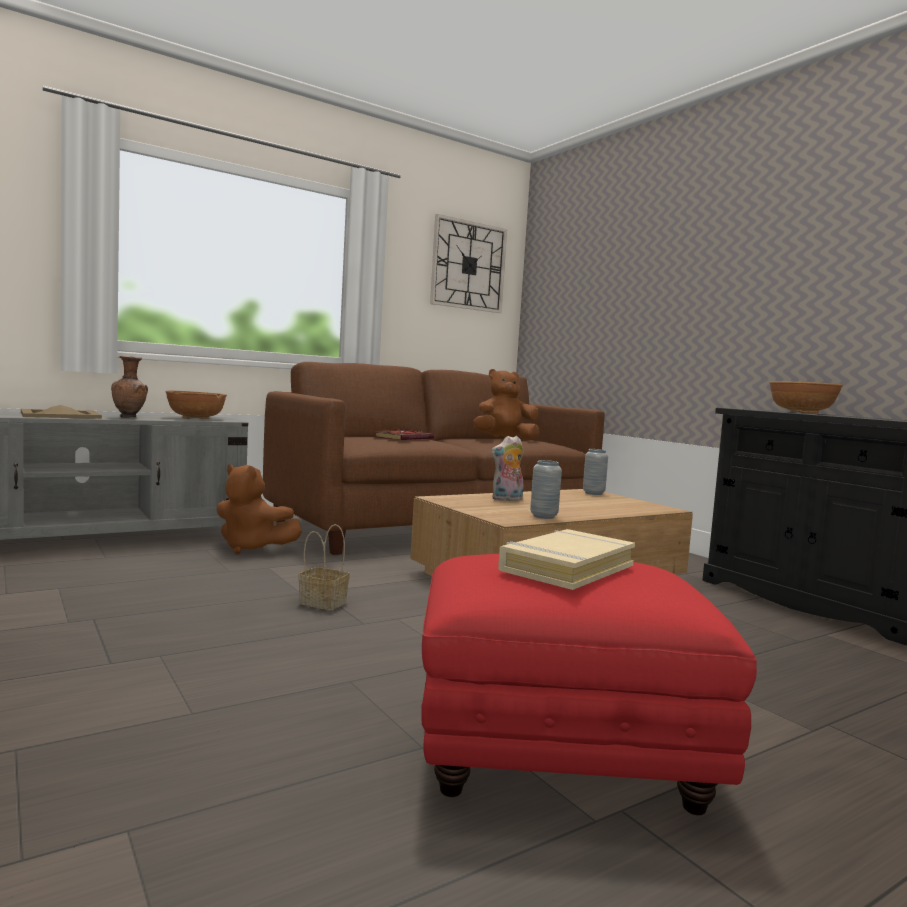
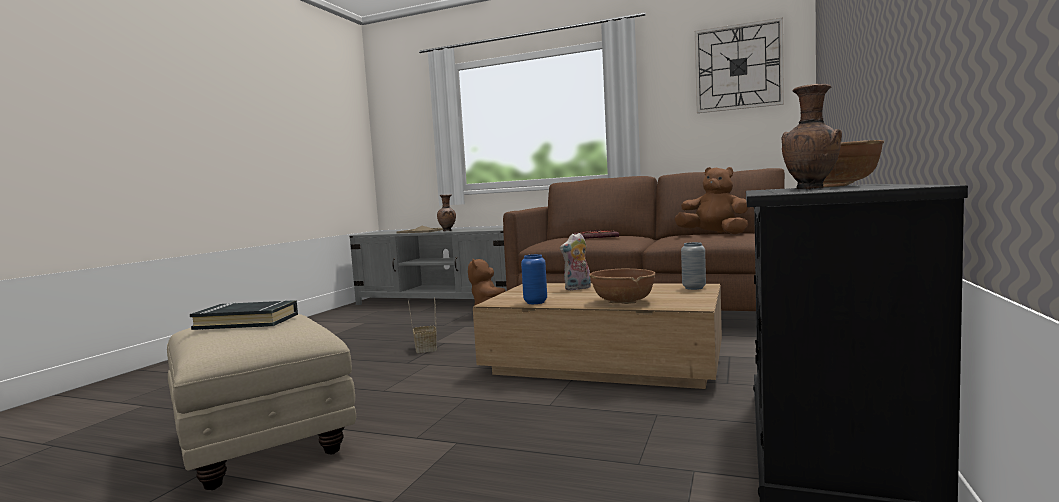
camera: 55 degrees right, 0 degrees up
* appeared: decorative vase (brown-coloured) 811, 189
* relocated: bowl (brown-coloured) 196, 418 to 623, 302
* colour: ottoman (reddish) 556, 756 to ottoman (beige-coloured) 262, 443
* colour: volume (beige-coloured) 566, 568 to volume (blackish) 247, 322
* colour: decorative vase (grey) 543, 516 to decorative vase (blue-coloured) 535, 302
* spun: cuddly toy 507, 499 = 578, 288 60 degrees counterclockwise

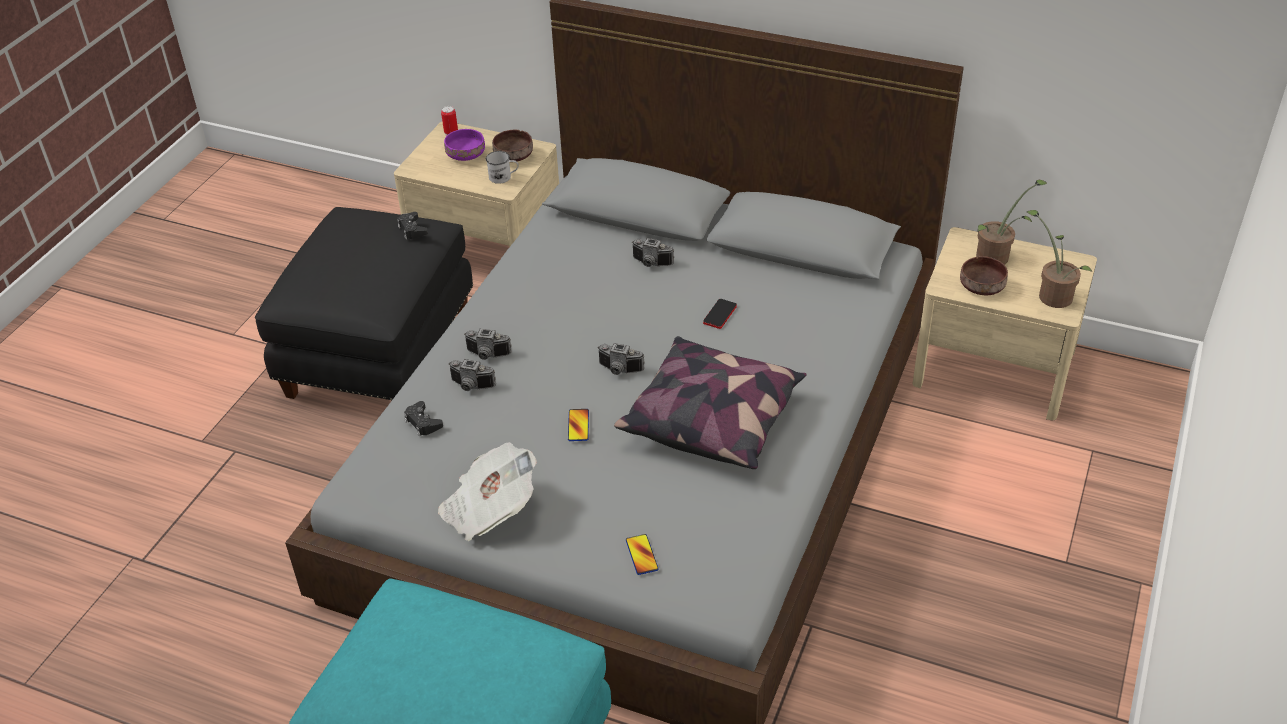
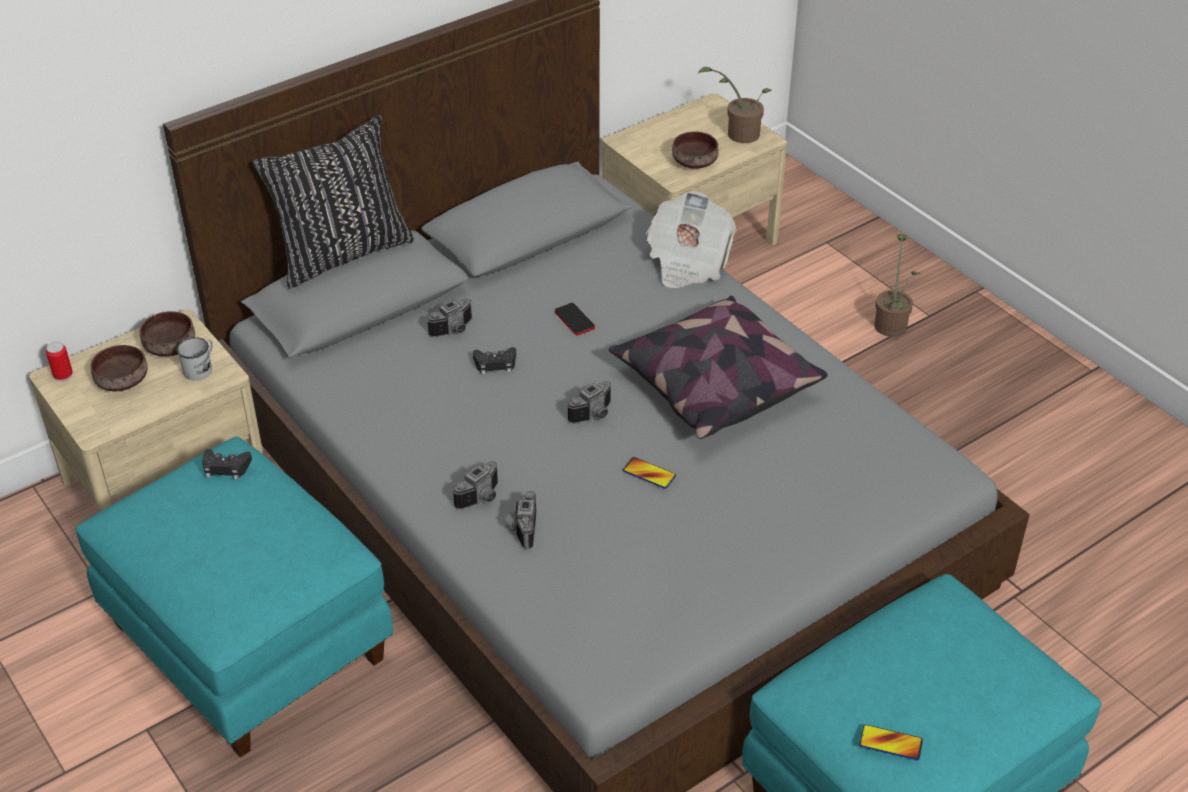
camera: 60 degrees left, 0 degrees up
* appeared: pillow (blackish) 342, 253
* relocated: gamepad (blackish) 422, 422 to 495, 364
* relocated: newspaper 489, 509 to 688, 261
* relocated: handset 642, 555 to 890, 743
* relocated: plant in a pot 997, 256 to 892, 323
* colour: ottoman (blackish) 381, 353 to ottoman (turquoise-coloured) 251, 641
* colour: bowl (purplish) 466, 154 to bowl (brown-coloured) 122, 379
* spun: still camera 471, 386 = 520, 528 135 degrees clockwise

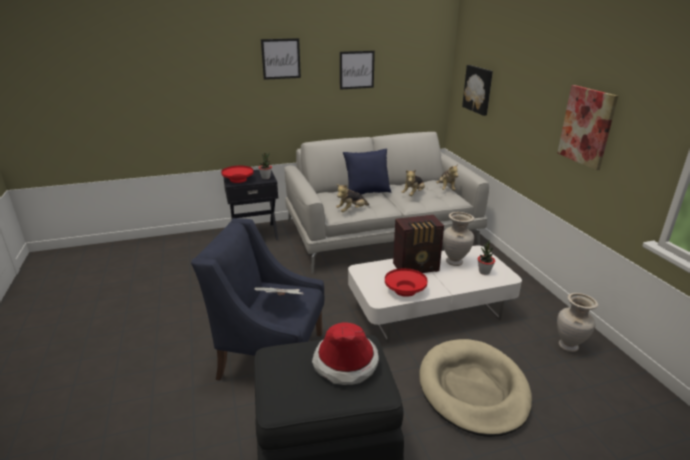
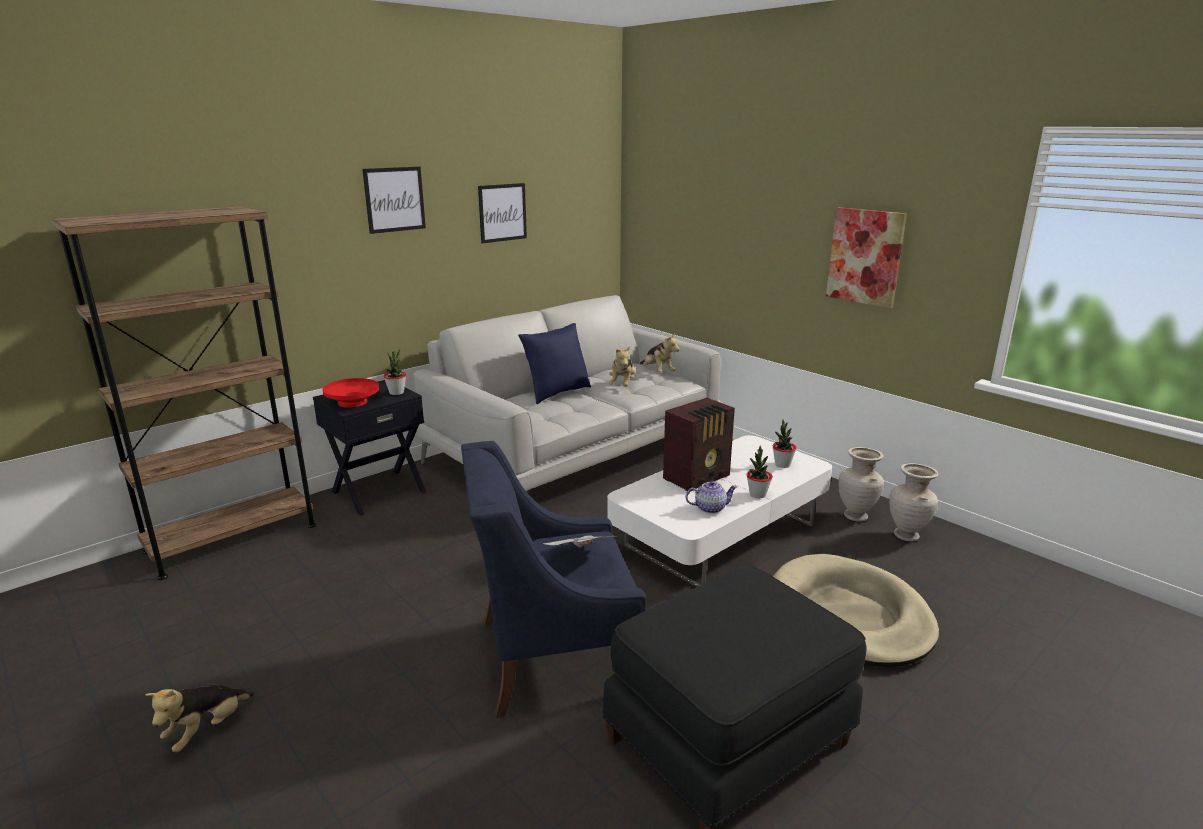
camera: 25 degrees left, 5 degrees down
* missing: clothing hat 345, 363
* missing: picture 478, 89
* appeared: shelving unit (brown-coloured) 232, 538
* appeared: plant in a pot 757, 494
* relocated: cuddly toy 351, 211 to 207, 730
* relocated: decorative vase (beige-coloured) 455, 262 to 856, 516
* exchanged: bowl (reddish) 405, 290 to pot for tea 710, 508

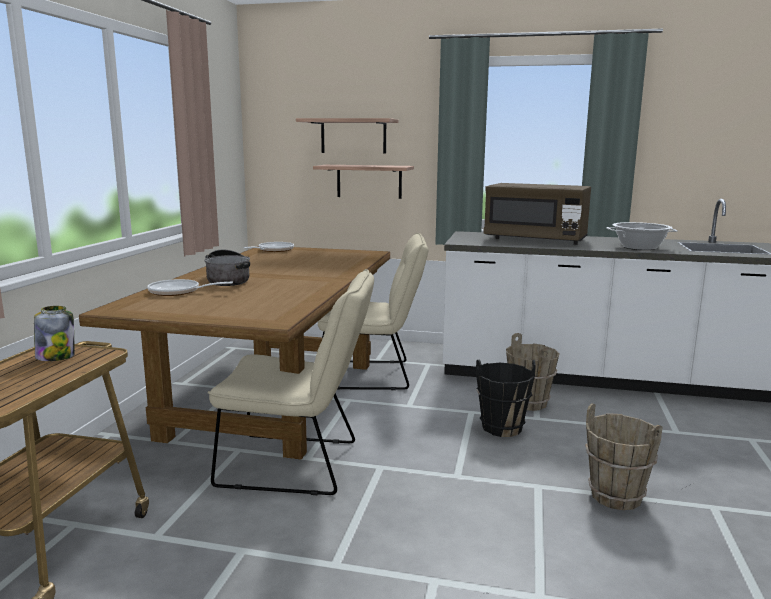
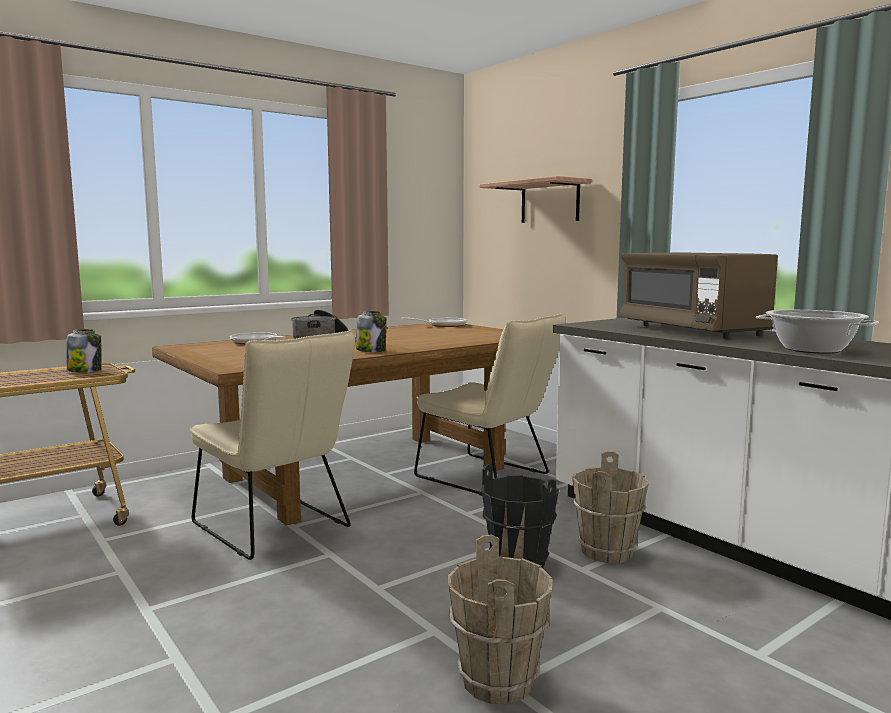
camera: 40 degrees right, 5 degrees down
* missing: wall shelf 369, 181
* appeared: storage jar 371, 350

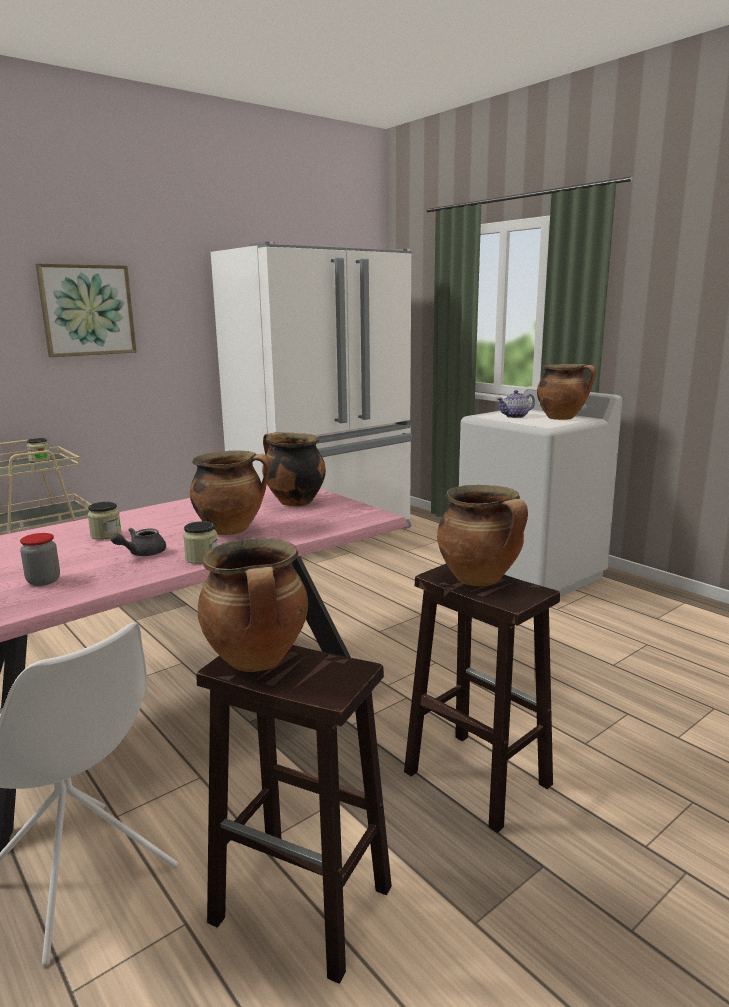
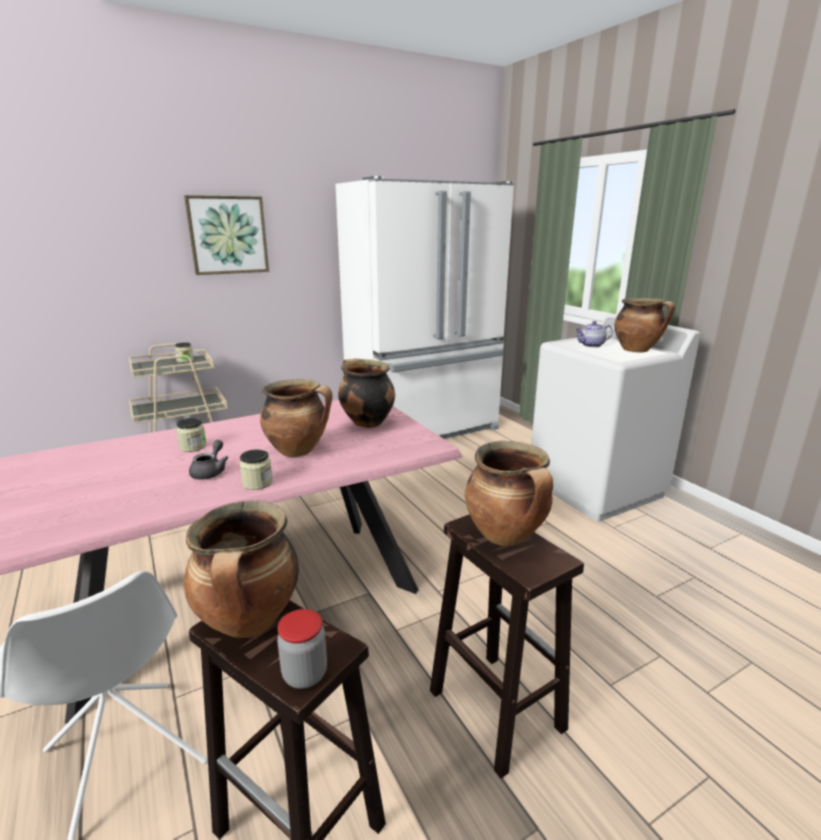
camera: 10 degrees right, 5 degrees up
* relocated: storage jar 43, 581 to 305, 674
* spun: pot for tea (grey) 142, 553 = 210, 471 135 degrees clockwise

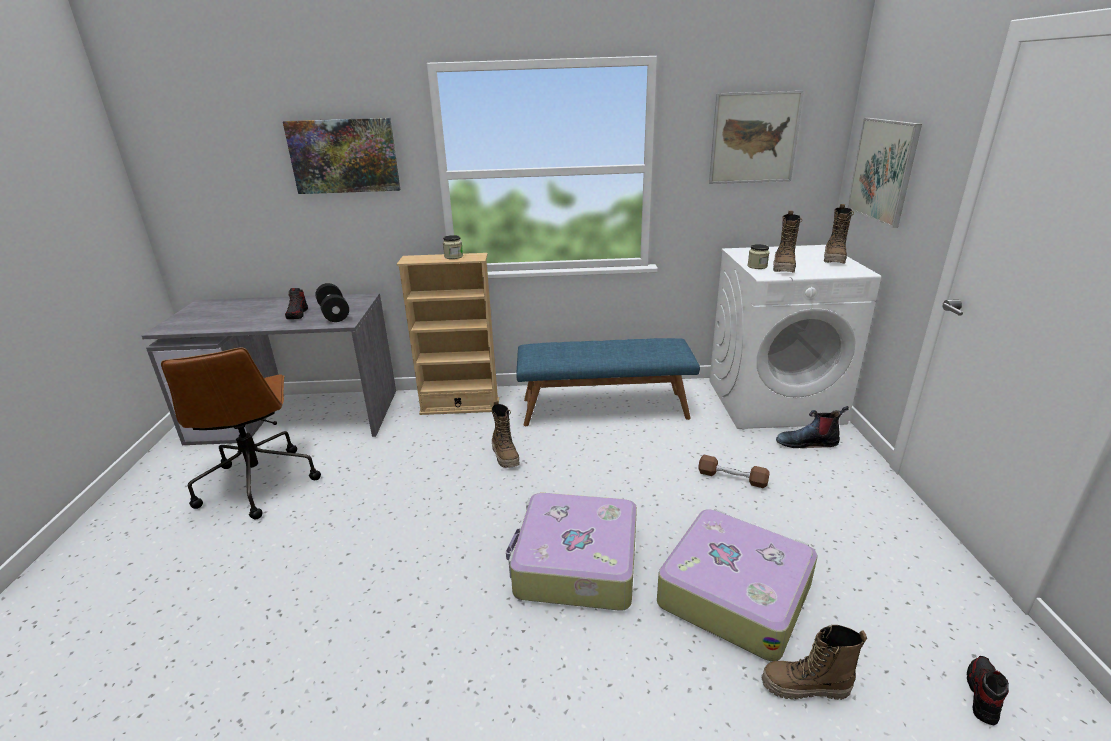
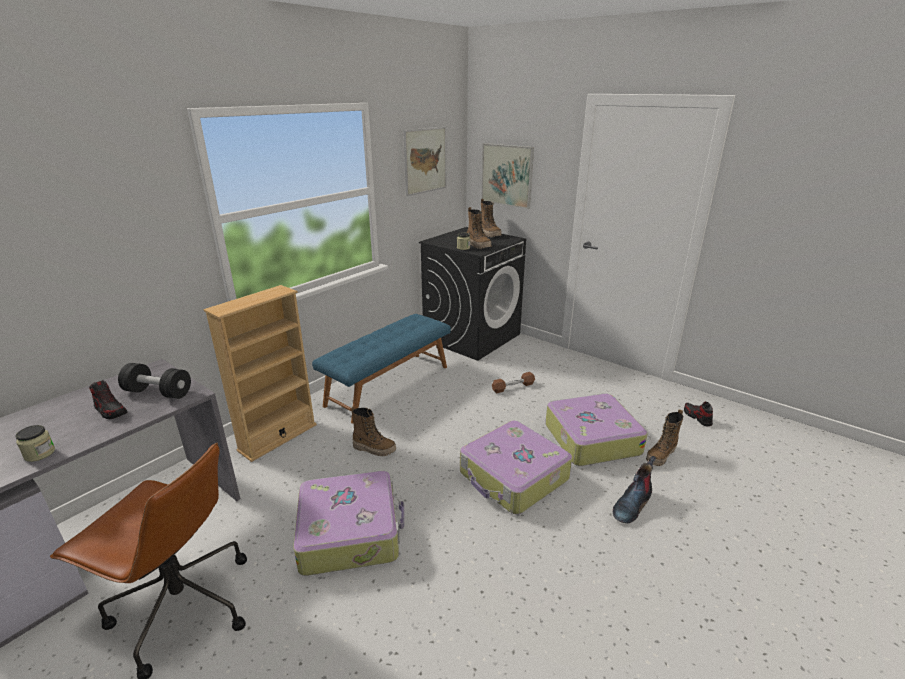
camera: 50 degrees left, 0 degrees up
* missing: picture 344, 156
* appeared: travel case 350, 531
* relocated: storage jar 453, 256 to 40, 453
* relocated: tall boot 807, 442 to 632, 504
* colour: laundry appliance (white) 774, 401 to laundry appliance (blackish) 472, 337

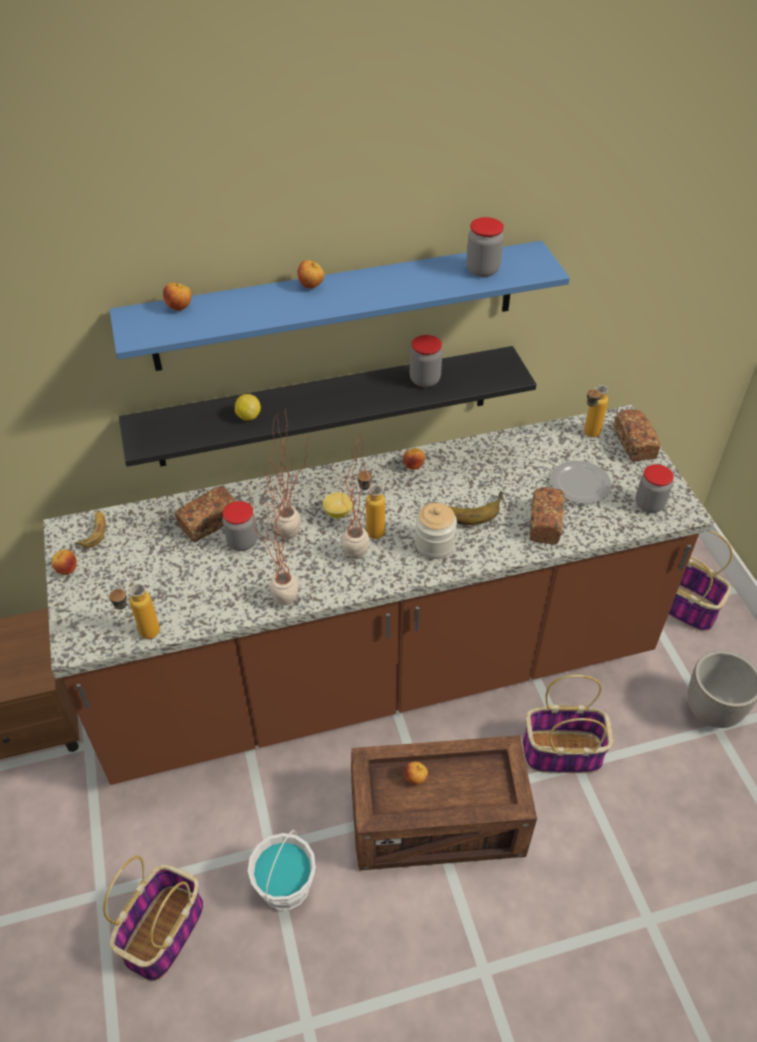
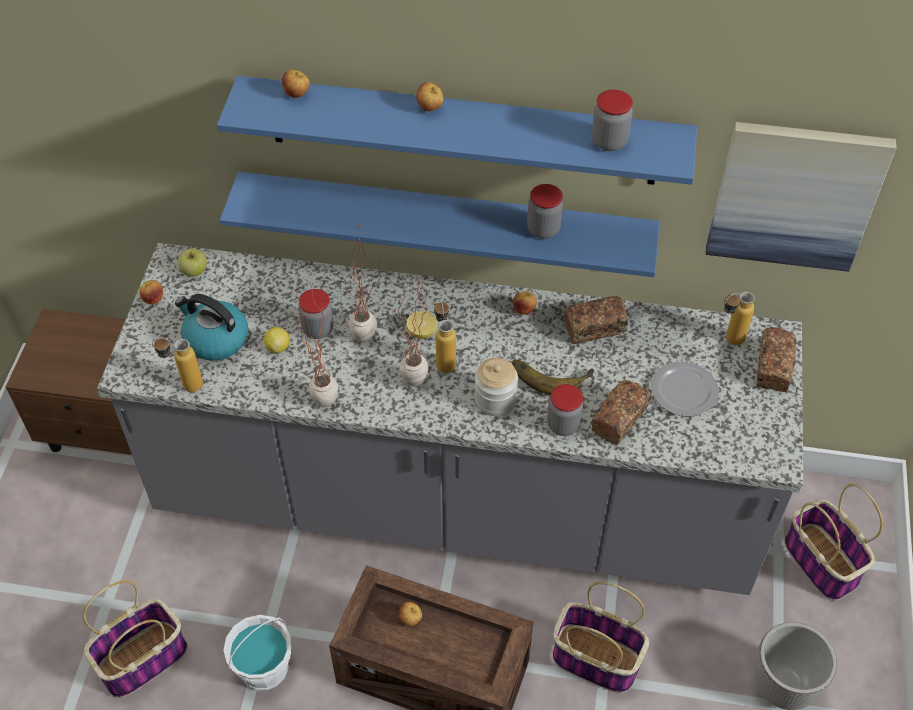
camera: 25 degrees right, 5 degrees up
* appeared: water kettle 215, 339
* appeared: picture 795, 195
* relocated: bakery bread 209, 522 to 594, 328
* relocated: lemon 248, 416 to 278, 347
* relocated: storage jar 649, 504 to 563, 425
* exchanged: whole banana 94, 532 to whole apple 194, 271
* colour: counter (brown-coloured) 378, 671 to counter (grey) 456, 501
* colour: wall shelf (blackish) 325, 407 to wall shelf (blue-coloured) 445, 221

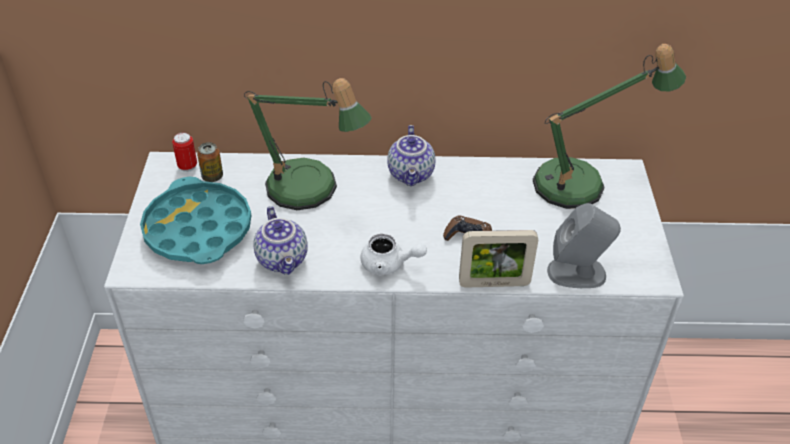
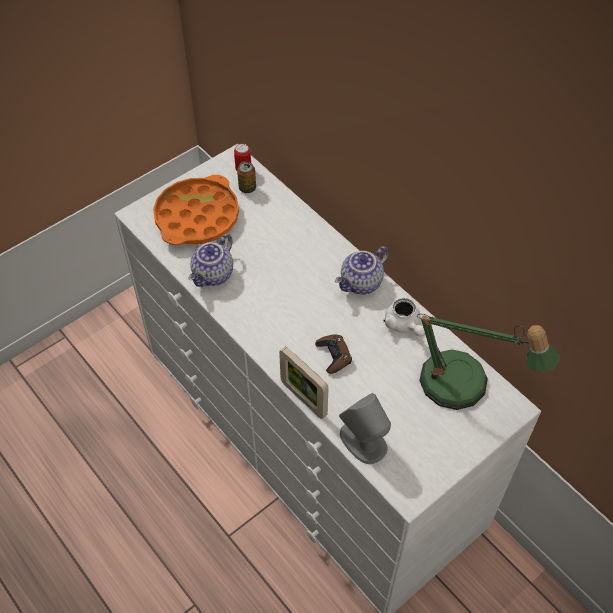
camera: 50 degrees right, 10 degrees up
* missing: table lamp 310, 192
* relocated: pot for tea (white) 389, 264 to 404, 325
* colour: tray (turquoise-coloured) 198, 229 to tray (orange) 197, 217

